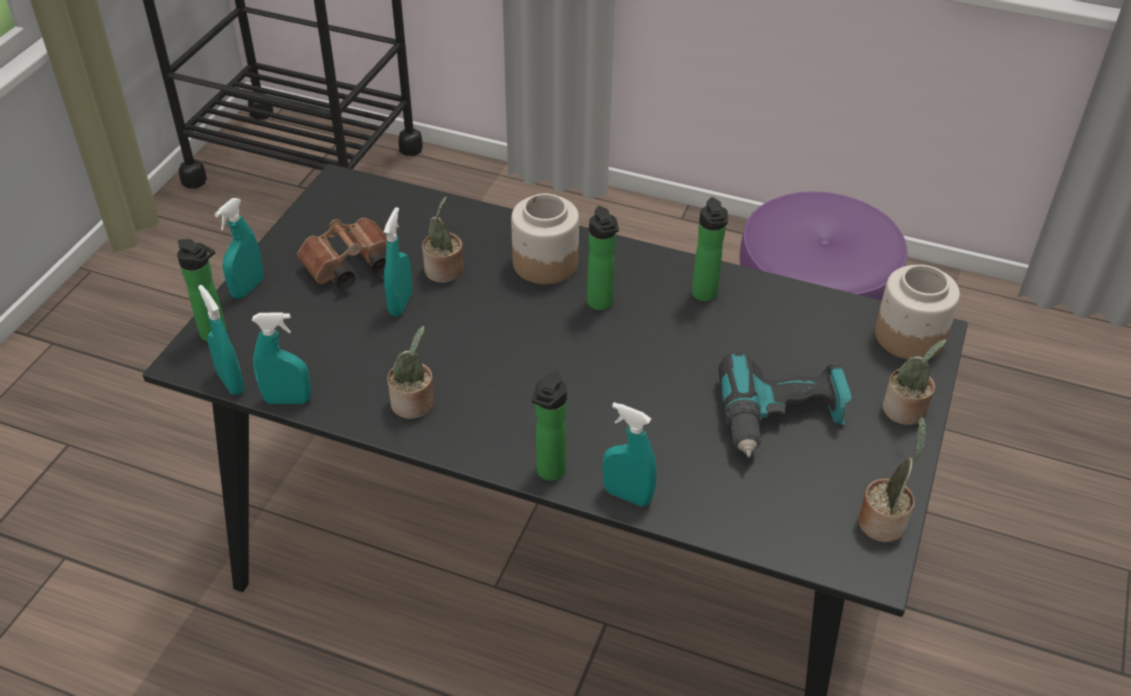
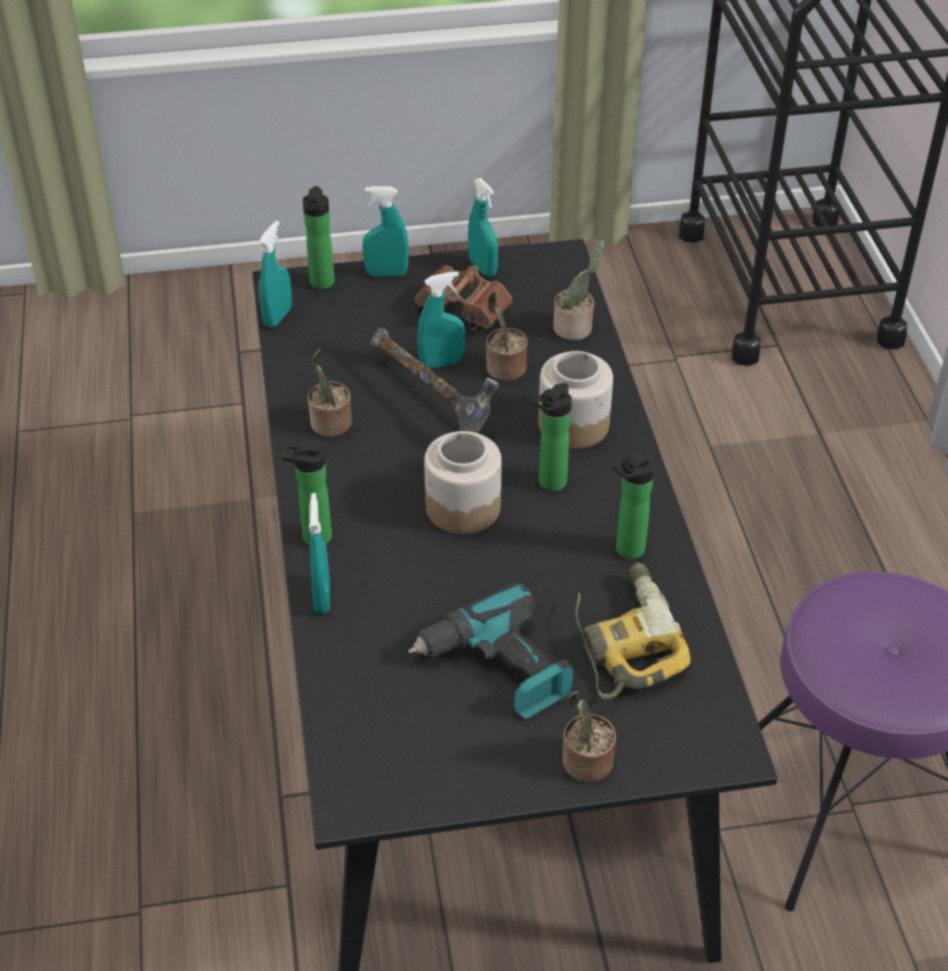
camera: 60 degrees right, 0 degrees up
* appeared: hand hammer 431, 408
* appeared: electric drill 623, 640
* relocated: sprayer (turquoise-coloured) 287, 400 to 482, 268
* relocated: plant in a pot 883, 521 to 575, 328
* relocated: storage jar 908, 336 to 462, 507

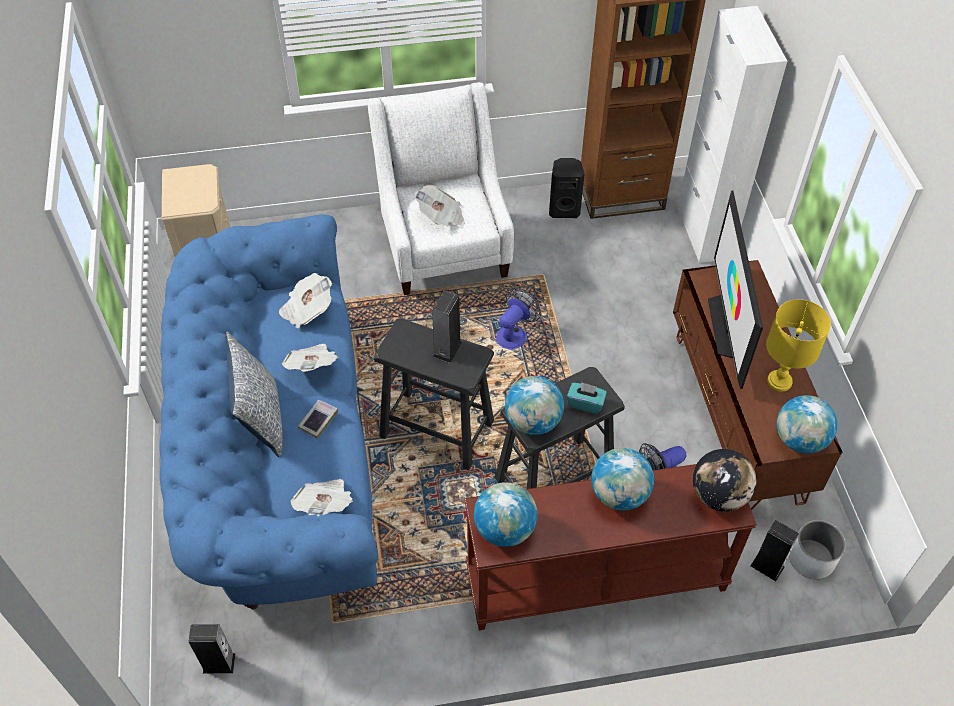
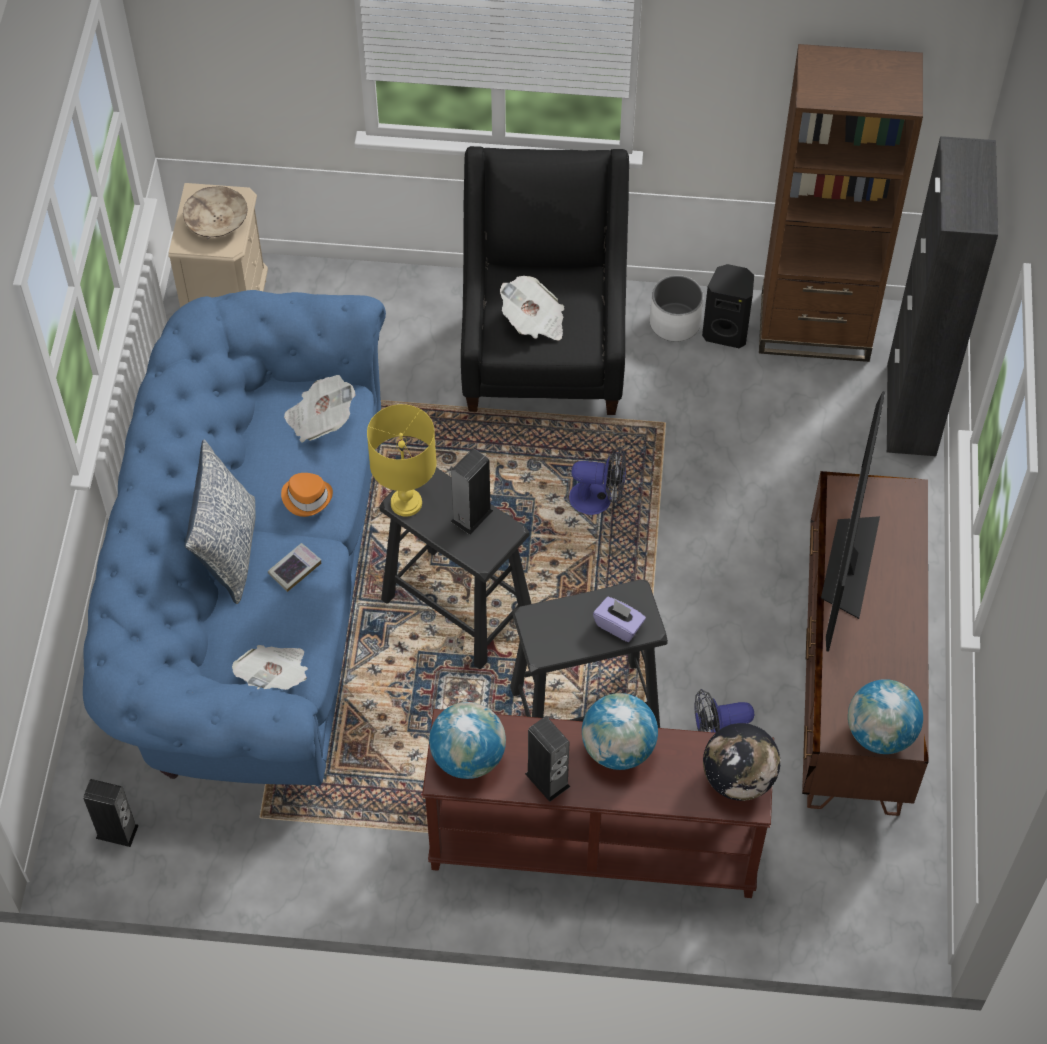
camera: 15 degrees right, 5 degrees up
* missing: world globe 533, 422
* appeared: bowl (beige-coloured) 216, 221
* relocated: audio speaker 767, 566 to 547, 780
* relocated: table lamp (yellowish) 780, 381 to 407, 503
* relocated: planter (white) 812, 559 to 675, 322
* exchanged: newspaper 312, 366 to clothing hat (orange) 307, 497
* colour: lounge chair (white) 444, 245 to lounge chair (blackish) 544, 350
* colour: tissue box (turquoise-coloured) 585, 403 to tissue box (purplish) 619, 626
* colour: cupboard (white) 704, 233 to cupboard (blackish) 911, 409
* spun: fan 514, 333 = 598, 499 45 degrees clockwise

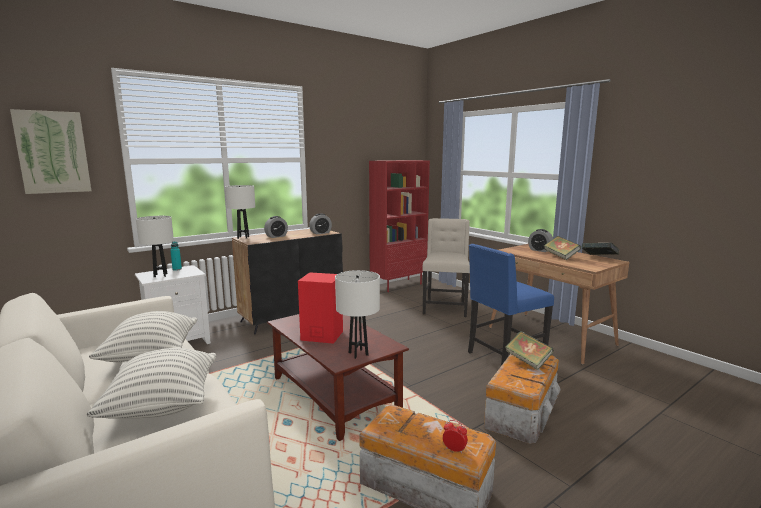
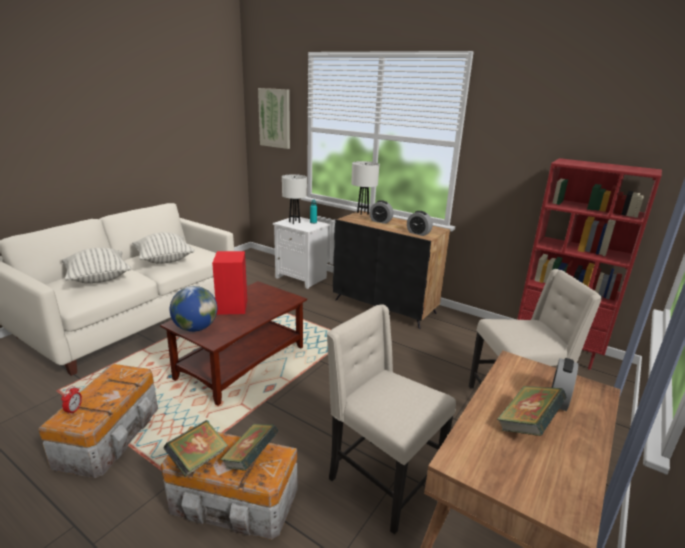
camera: 70 degrees right, 10 degrees up
* relocated: volume 599, 258 to 198, 460
* exchanged: table lamp (white) 358, 354 to world globe 195, 328
* colour: upright chair (blue-coloured) 504, 356 to upright chair (beige-coloured) 381, 480

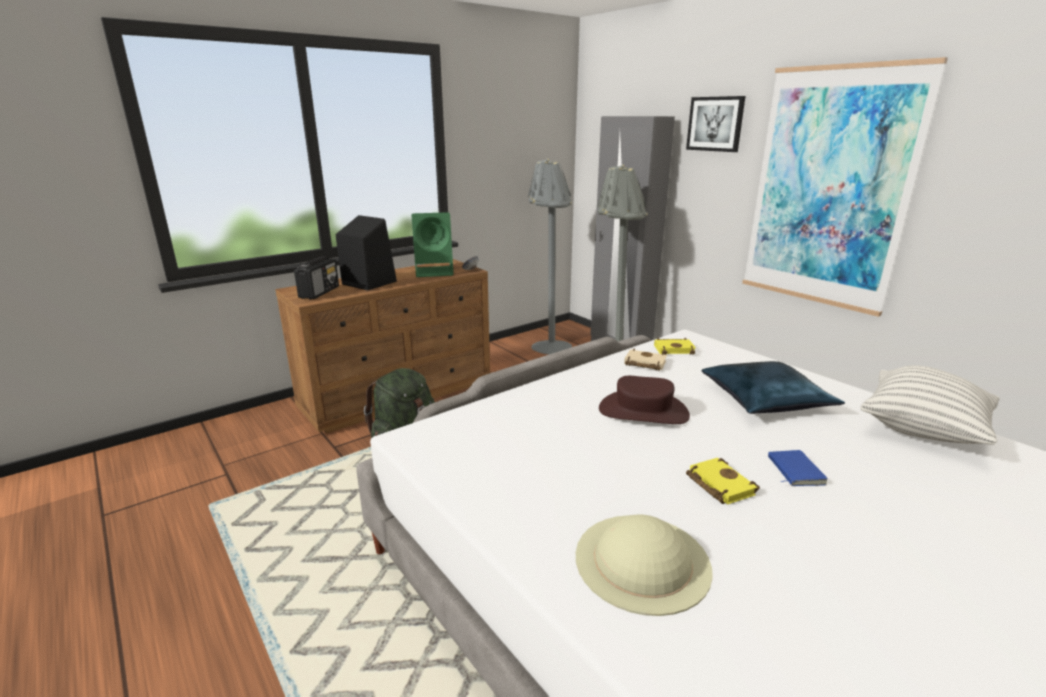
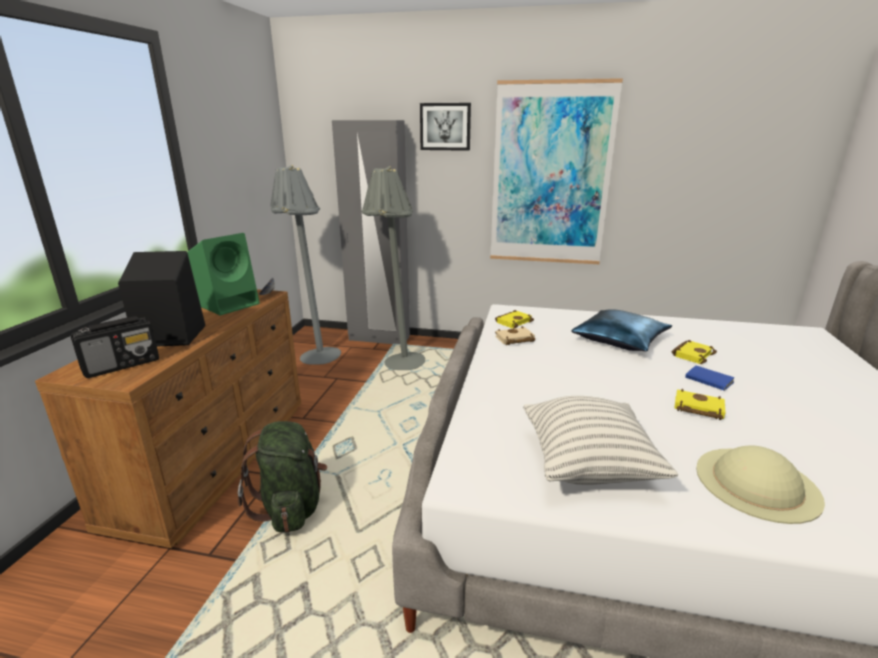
camera: 40 degrees left, 0 degrees up
* missing: clothing hat (brown-coloured) 643, 411
* appeared: volume (yellowish) 692, 354
* relocated: pillow 922, 430 to 588, 465
* spun: radio set 319, 292 = 122, 365 75 degrees clockwise

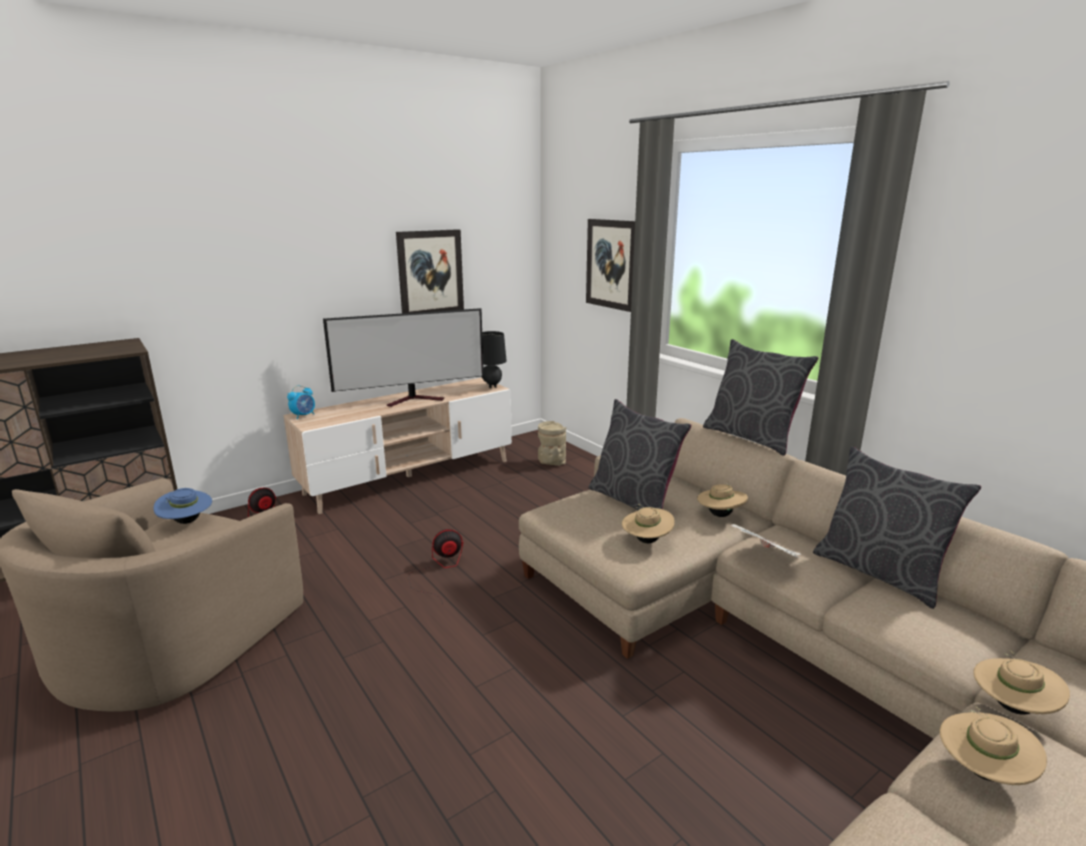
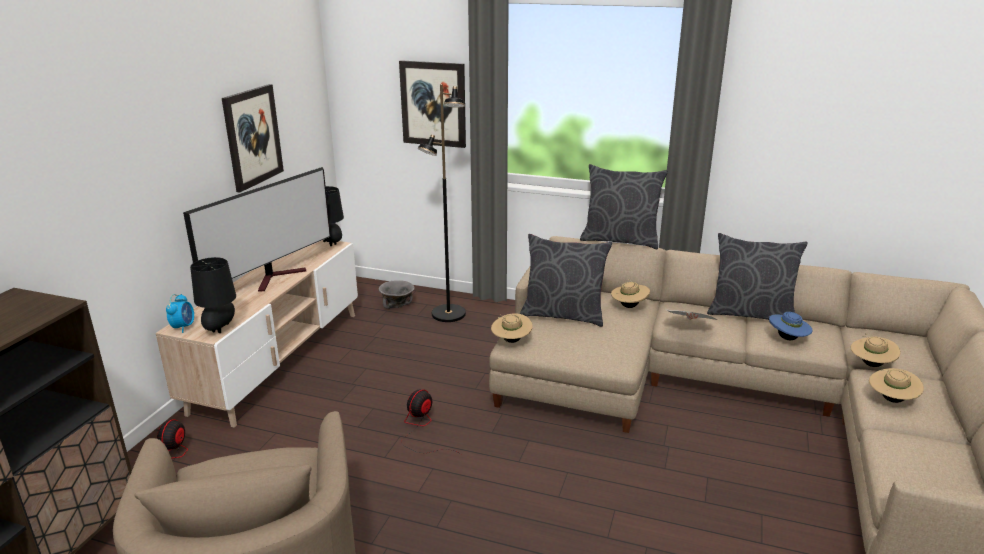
camera: 35 degrees left, 5 degrees up
* appeared: table lamp (blackish) 221, 329
* appeared: standing lamp (blackish) 448, 314
* relocated: clothing hat (blue-coloured) 187, 522 to 787, 339
* relocated: clothing hat (beige-coloured) 646, 540 to 511, 340
* exchanged: decorative vase (beige-coloured) 551, 462 to bowl (grey) 397, 304

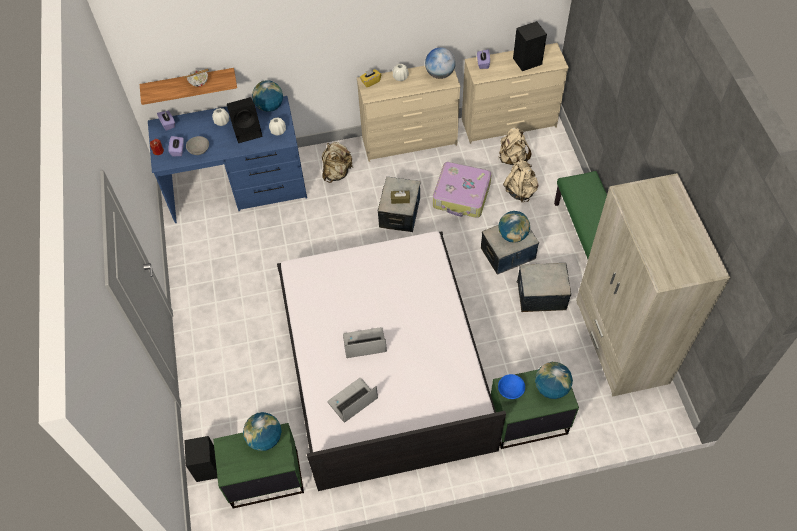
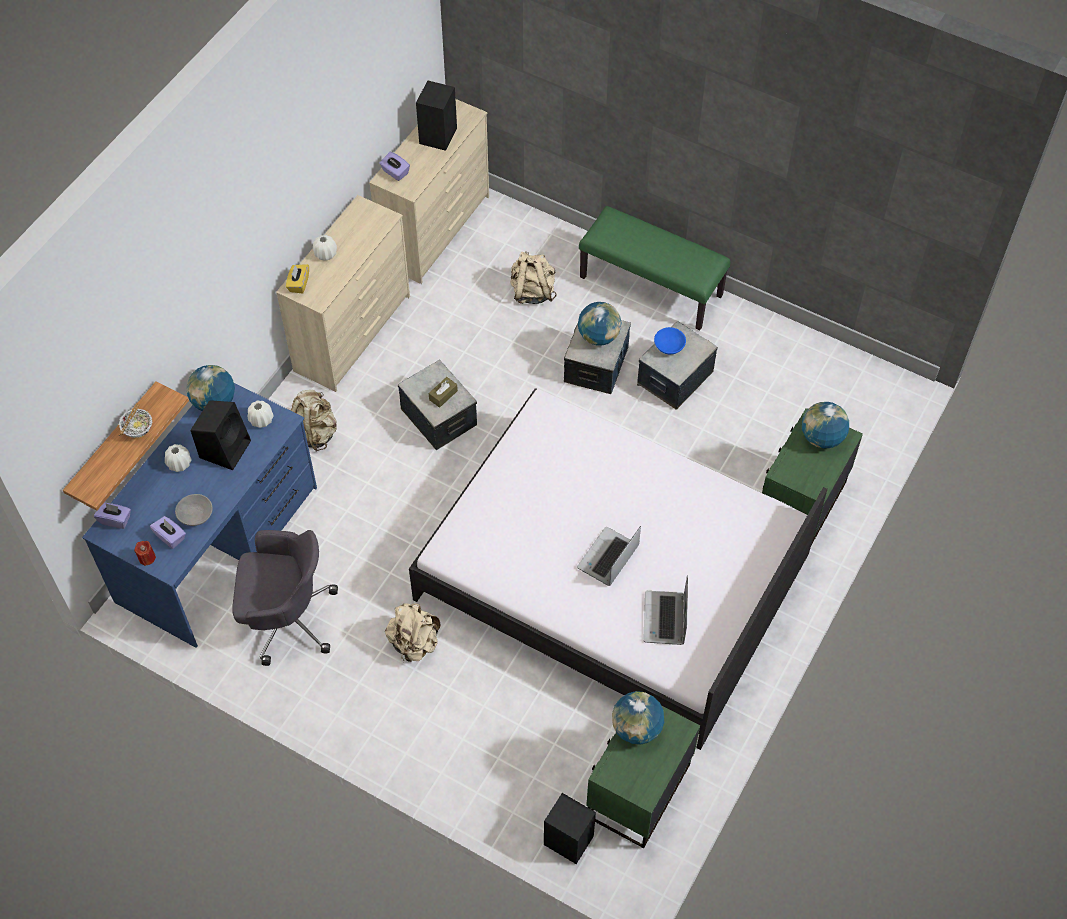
camera: 50 degrees left, 0 degrees up
* missing: world globe 440, 74
* missing: travel case 462, 196
* missing: armoire (beige-coloured) 620, 343
* appeared: desk chair (grey) 286, 618
* relocated: knapsack (beige-coloured) 512, 158 to 414, 643
* relocated: bowl (blue-coloured) 510, 390 to 669, 346

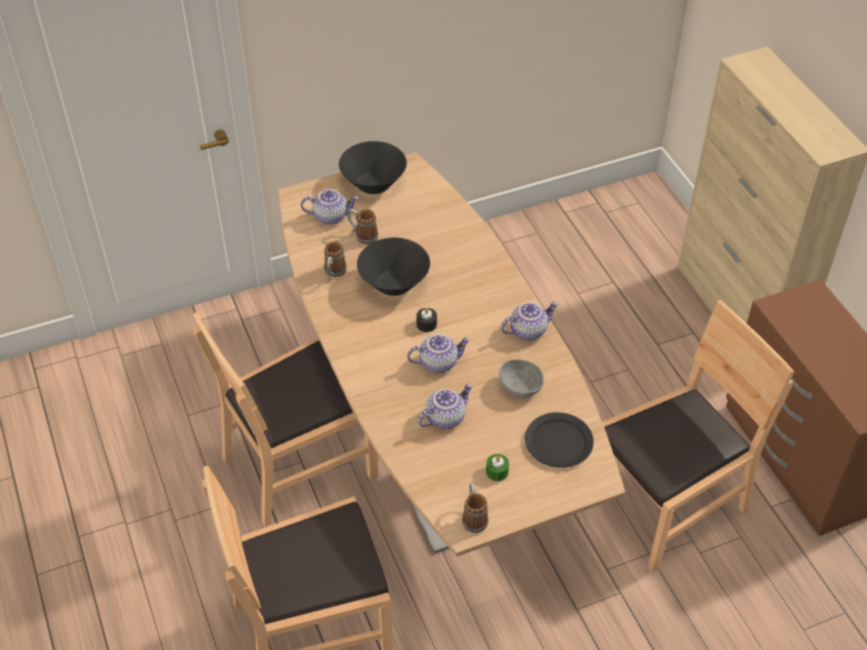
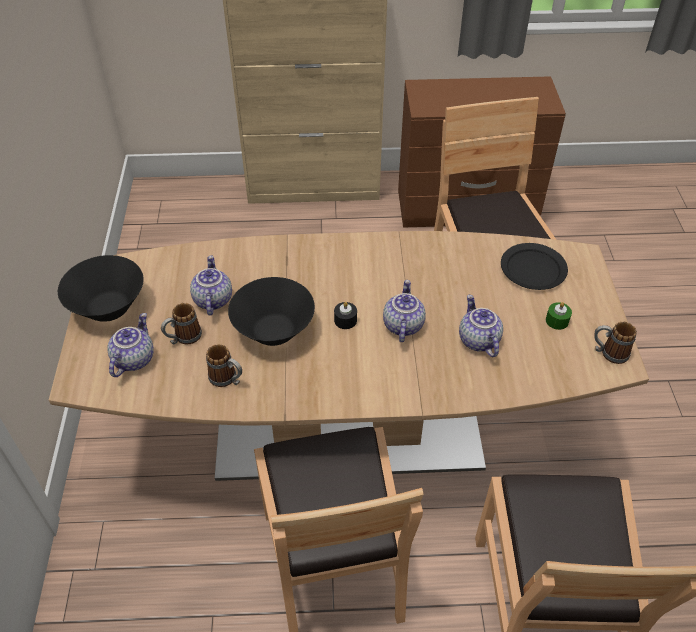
camera: 70 degrees left, 0 degrees up
* missing: bowl (grey) 520, 386
* relocated: pot for tea 528, 330 to 212, 300

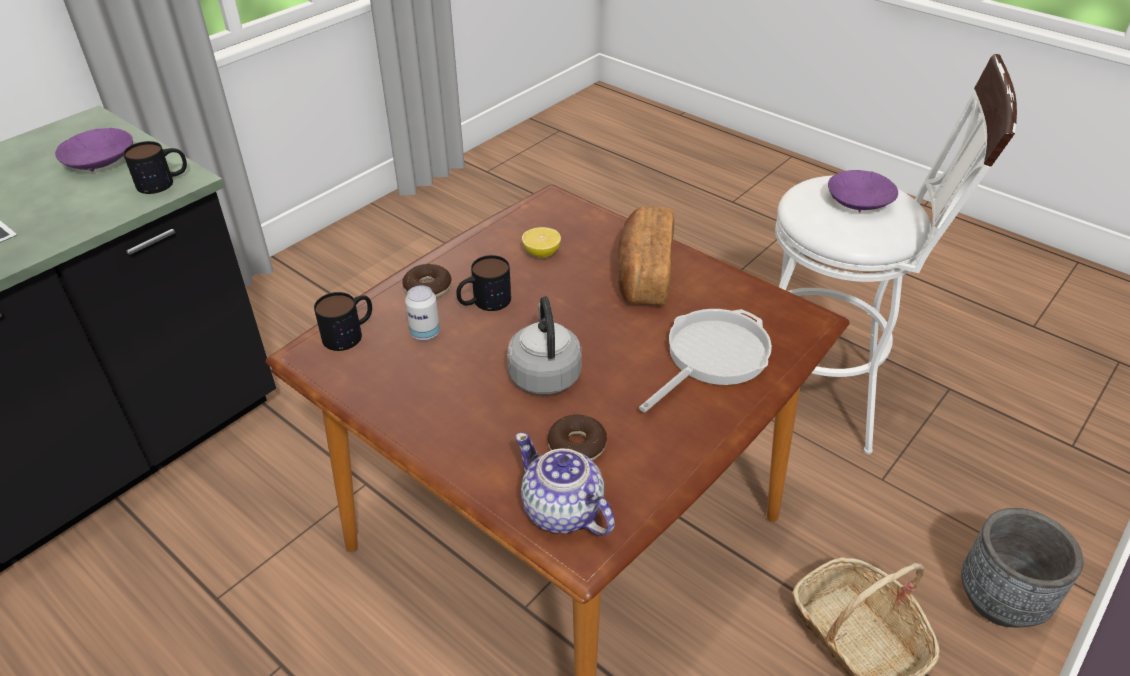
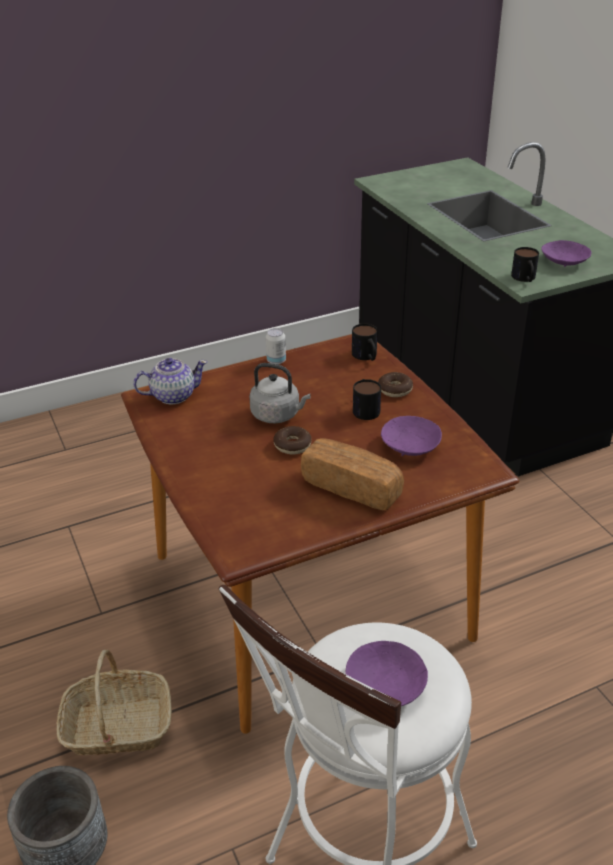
camera: 115 degrees right, 5 degrees down
* missing: pan 712, 356
* relocated: metal can 425, 333 to 276, 361
* relocated: donut 577, 446 to 292, 445
* exchanged: lemon 541, 253 to bowl (purplish) 409, 445

